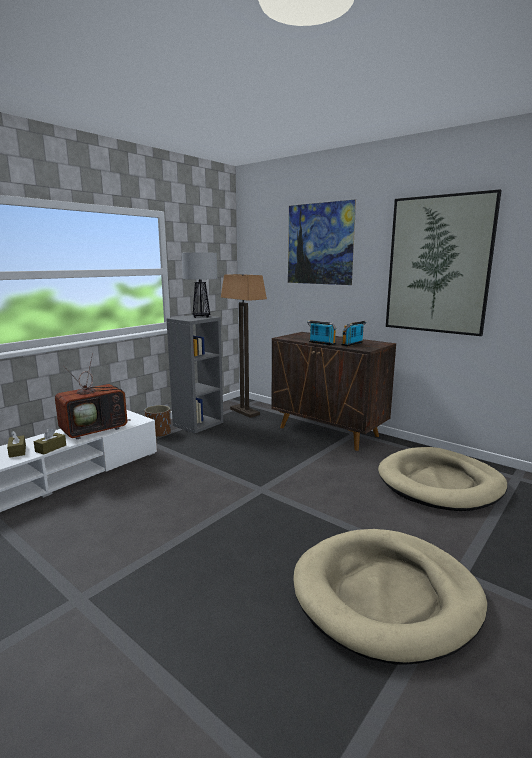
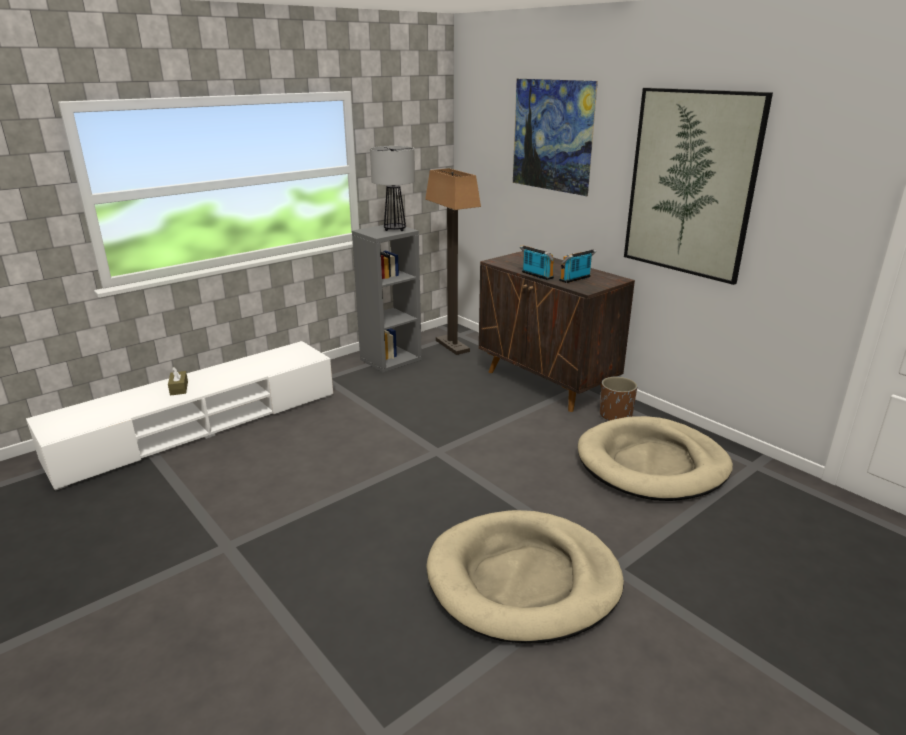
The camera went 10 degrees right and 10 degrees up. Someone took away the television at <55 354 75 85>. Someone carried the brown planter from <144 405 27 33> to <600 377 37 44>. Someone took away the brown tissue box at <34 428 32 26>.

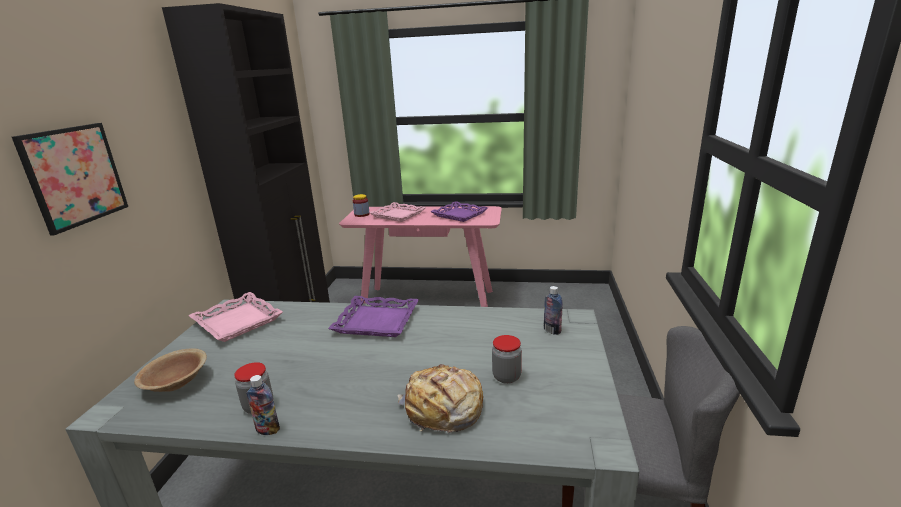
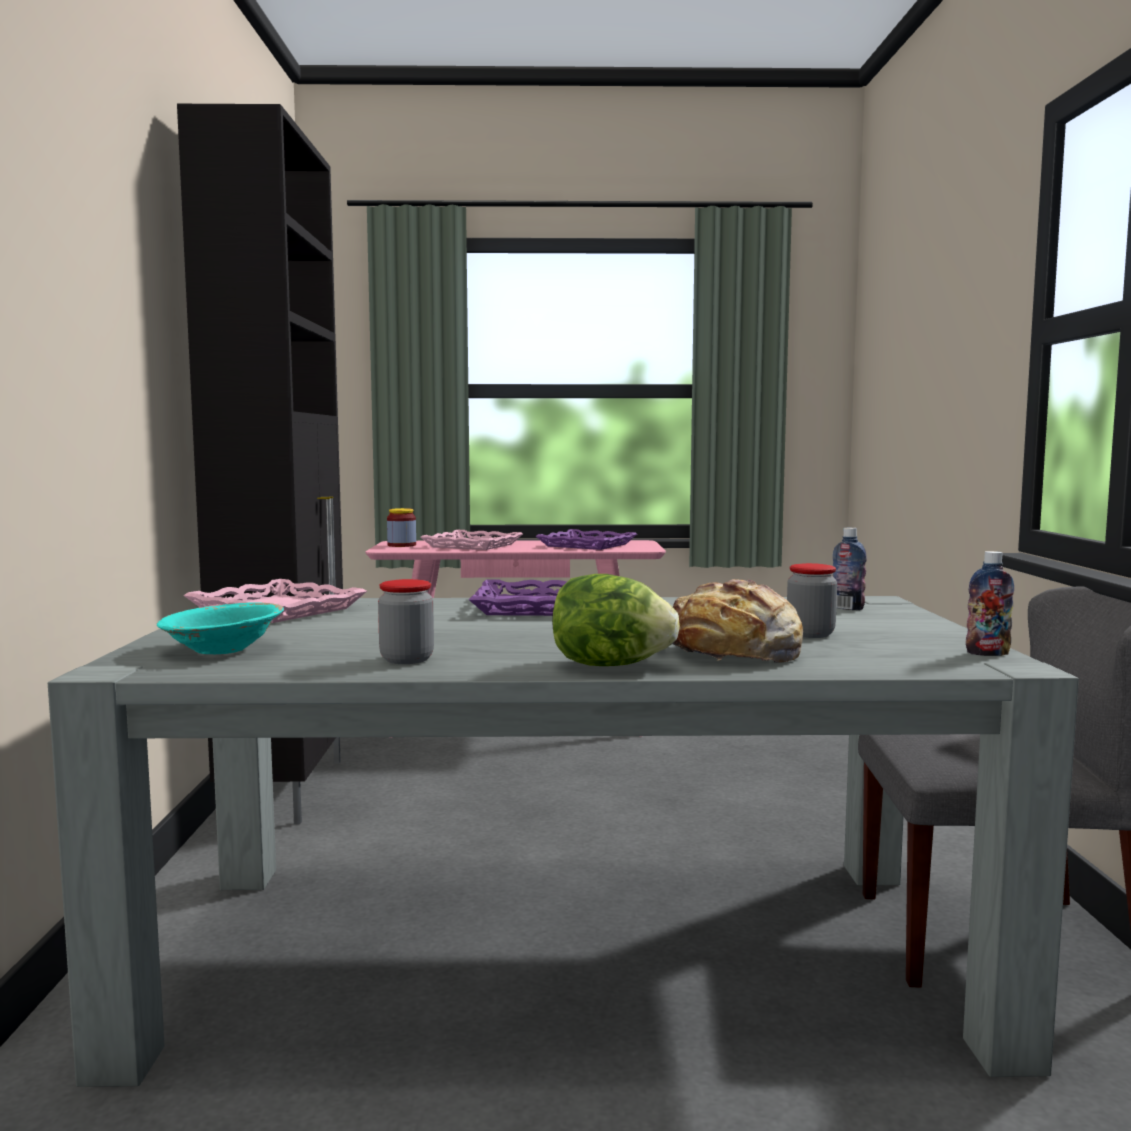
The camera went 10 degrees left and 15 degrees down. Someone took away the picture at <12 123 116 112>. Someone repainted the brown bowl at <134 348 73 44>, which became the turquoise bowl at <157 602 127 52>. Someone carried the bottle from <247 375 33 60> to <966 551 48 105>. Someone put down the lettuce at <552 574 128 92>.

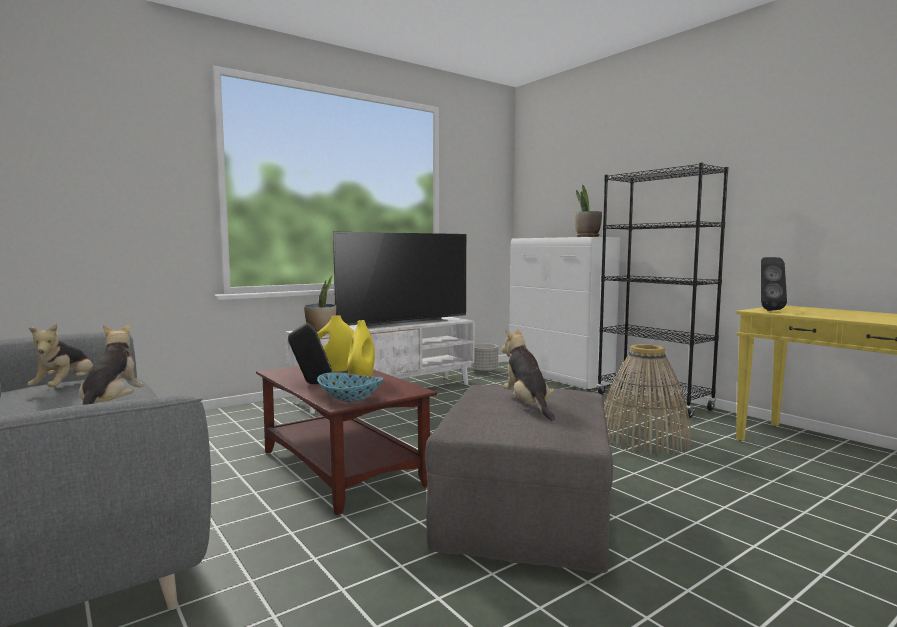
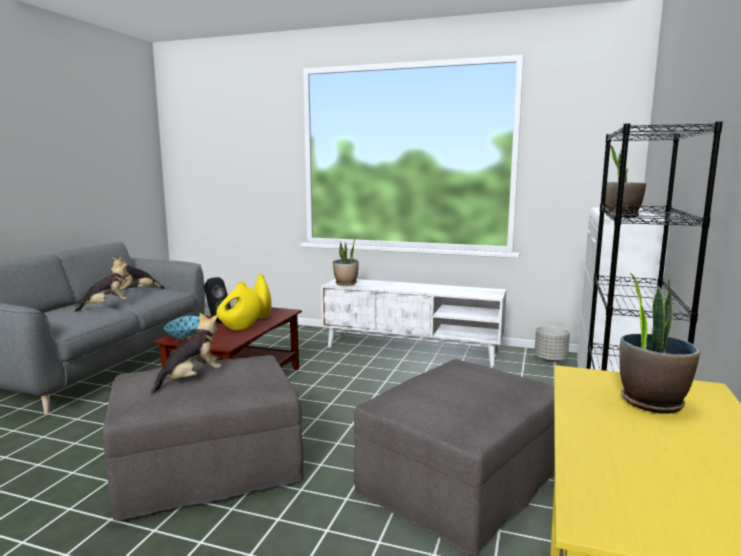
The camera went 55 degrees right and 5 degrees up. Someone took away the television at <333 232 133 97>. Someone took away the black speaker at <761 257 26 54>. Someone swapped the basket at <604 344 88 111> for the grey ottoman at <354 359 201 196>. Someone put down the potted plant at <619 273 81 141>.

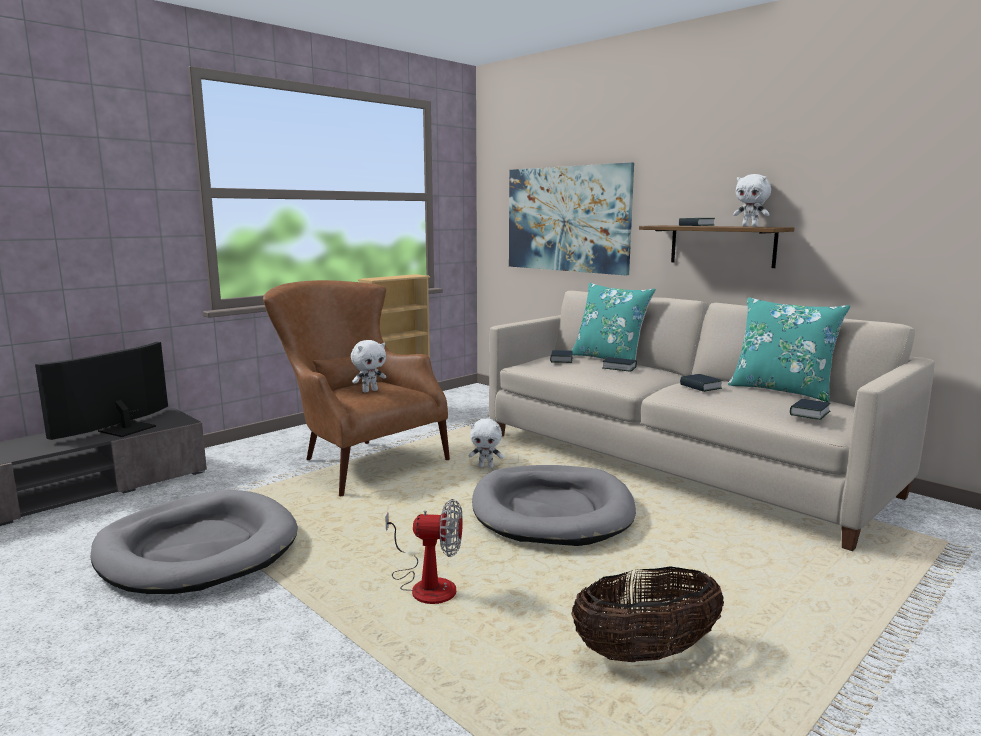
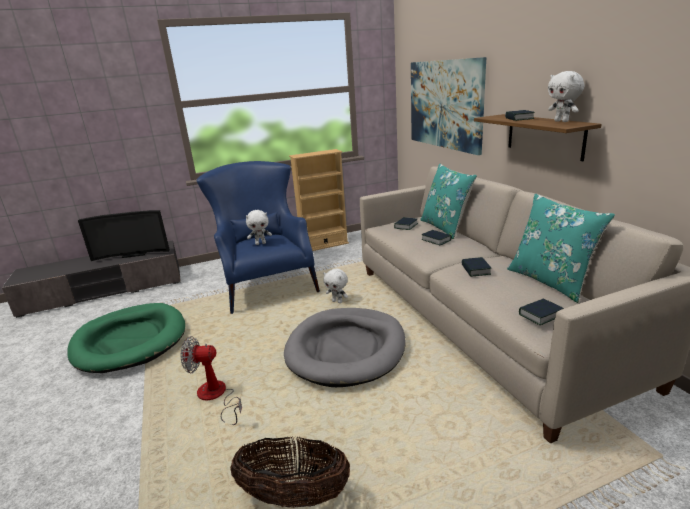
The camera went 25 degrees right and 10 degrees up. Someone repainted the brown armchair at <263 280 187 216>, which became the blue armchair at <197 161 123 153>. Someone rotated the television at <35 342 133 98> by 150 degrees counterclockwise. Someone repainted the grey dog bed at <90 490 208 104>, which became the green dog bed at <67 303 118 70>. Someone rotated the fan at <385 499 78 105> by 150 degrees clockwise.

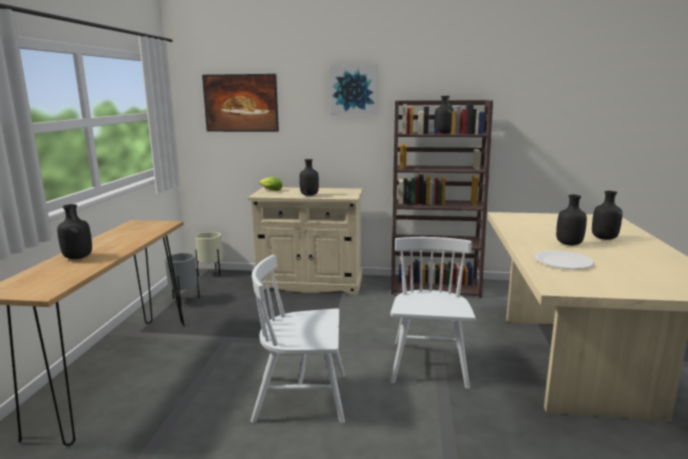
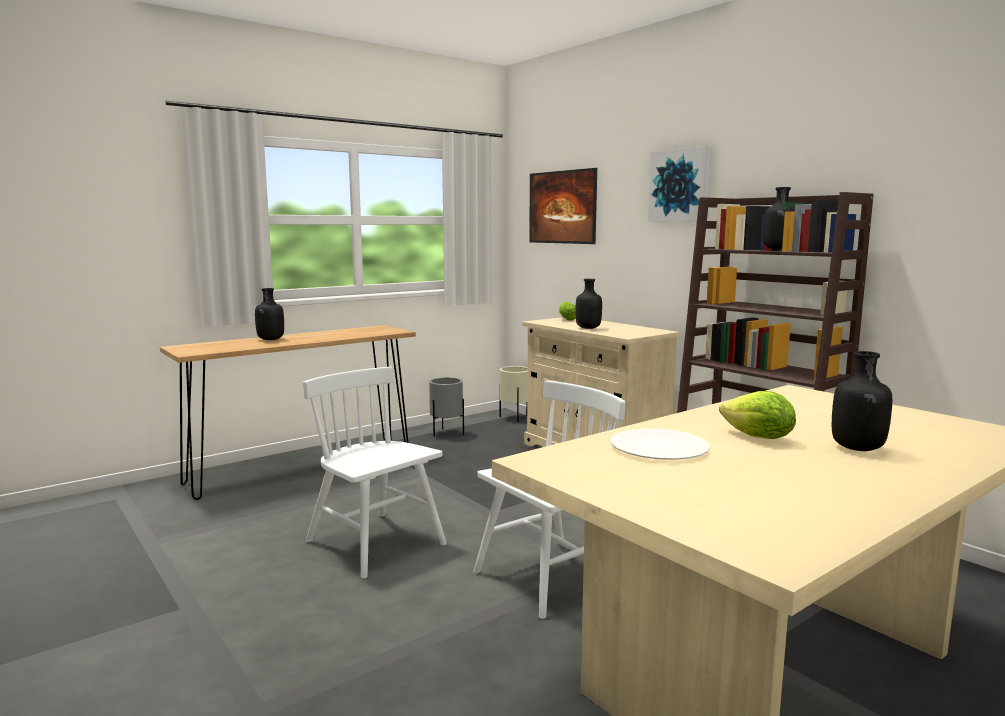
The camera went 45 degrees right and 5 degrees down. Someone swapped the black bottle at <556 195 31 50> for the lettuce at <719 391 77 48>.

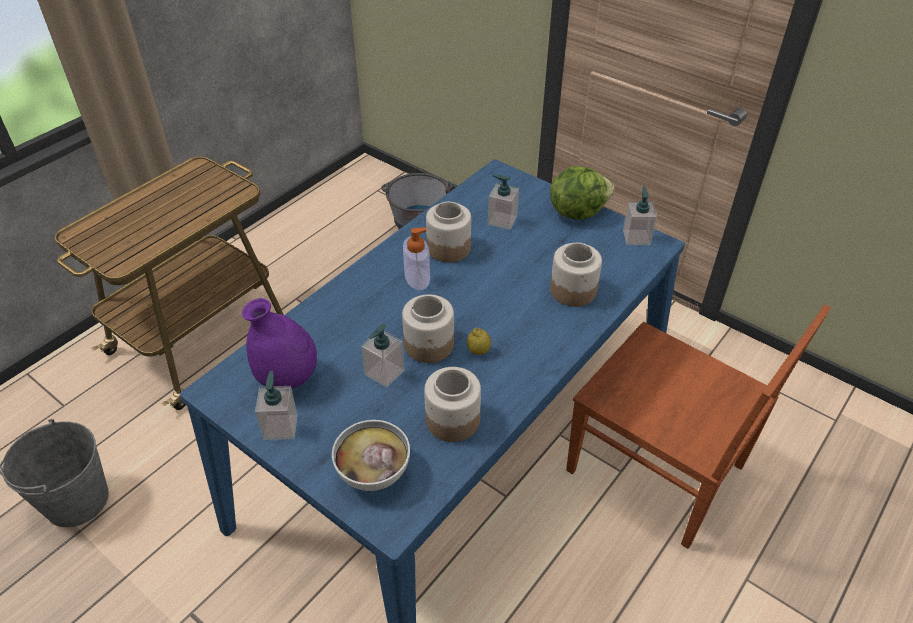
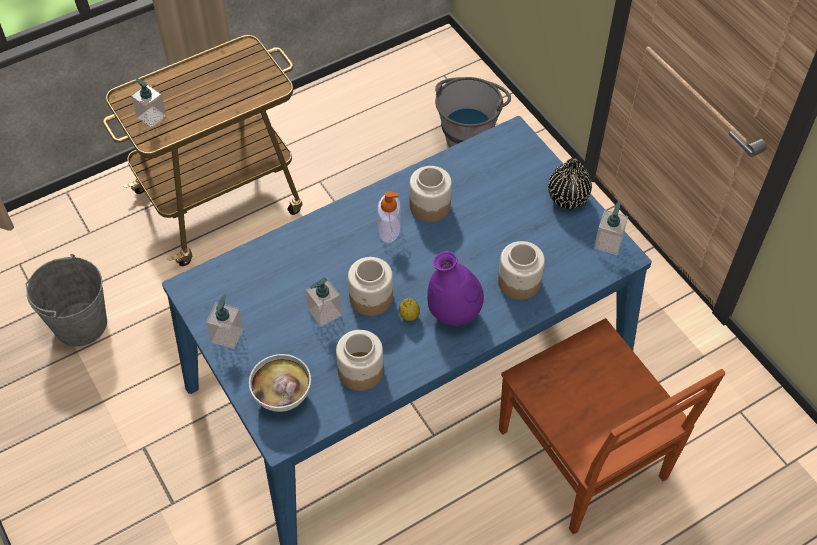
The camera went 20 degrees right and 10 degrees up. Someone swapped the lettuce at <550 166 64 54> for the black vase at <548 158 44 51>. Someone carried the soap dispenser from <488 174 31 56> to <131 78 36 49>. Someone carried the purple vase from <242 298 75 91> to <427 251 57 75>.

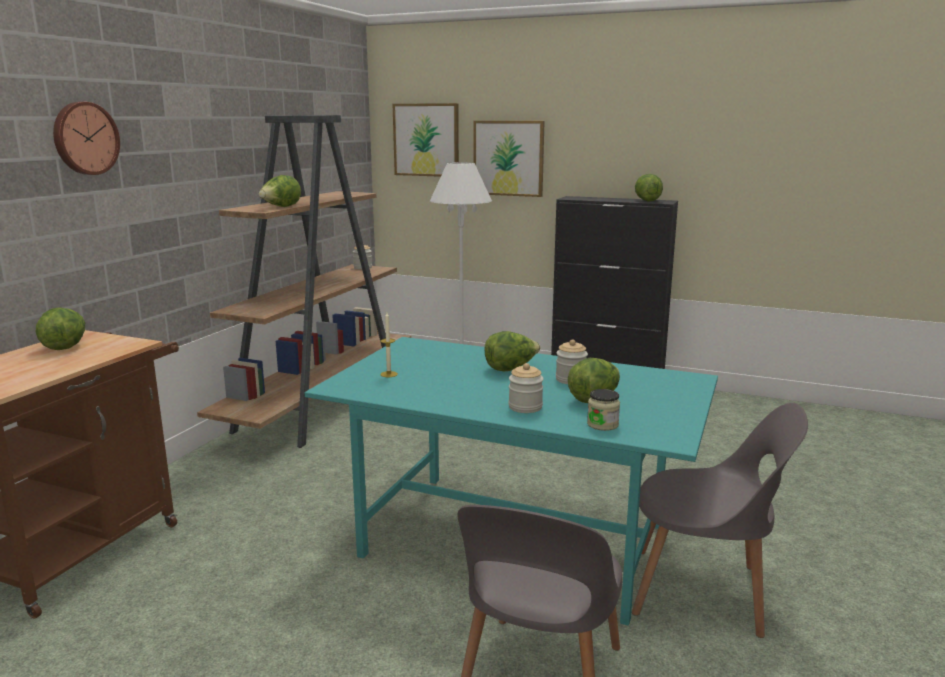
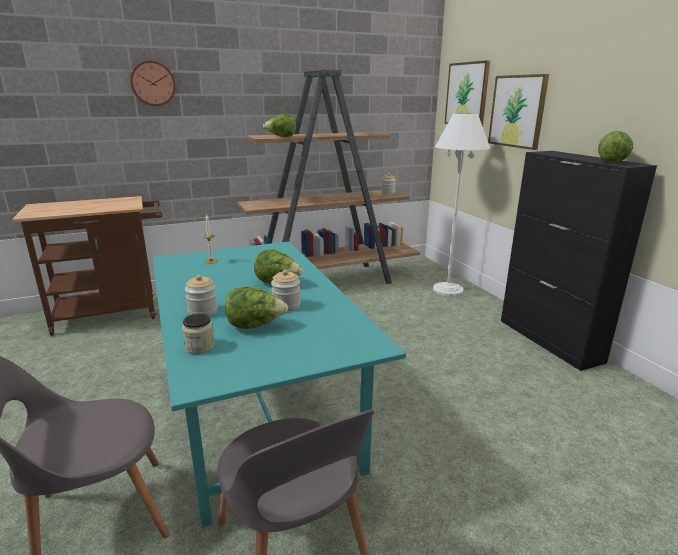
The camera went 45 degrees right and 5 degrees up. Someone took away the lettuce at <36 307 49 43>.

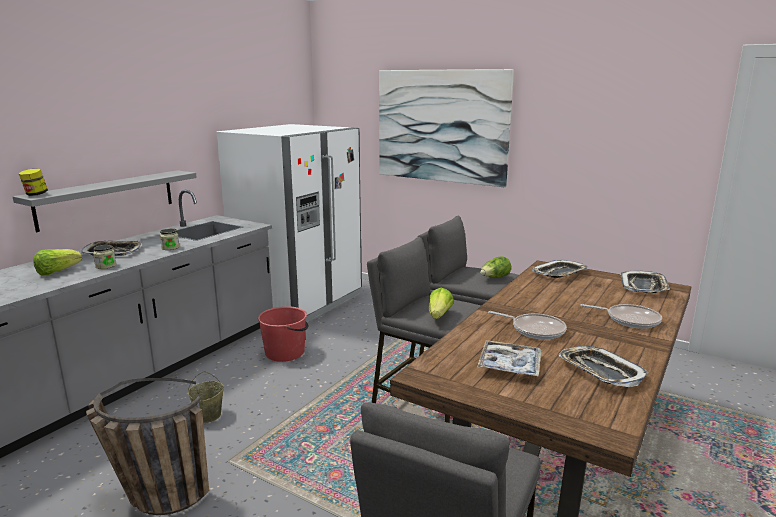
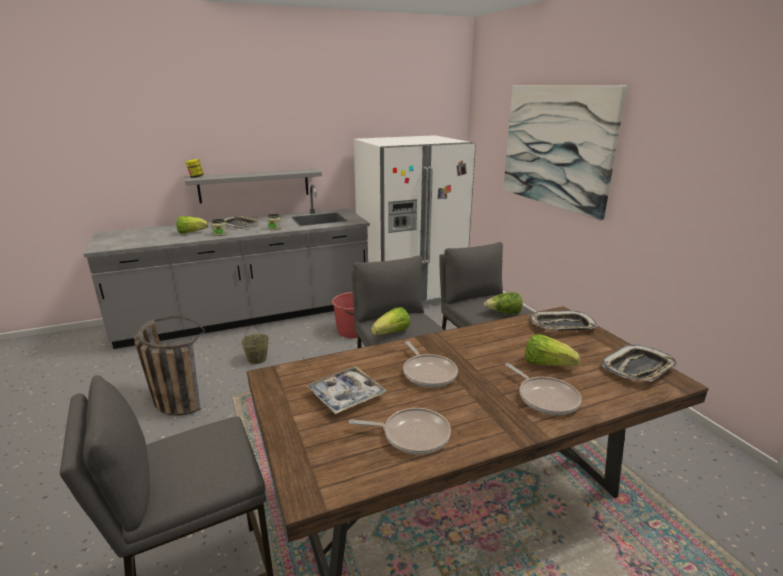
The camera went 35 degrees right and 5 degrees up. Someone swapped the tray at <558 346 90 41> for the frying pan at <349 408 102 47>. Someone put down the lettuce at <525 334 55 32>.

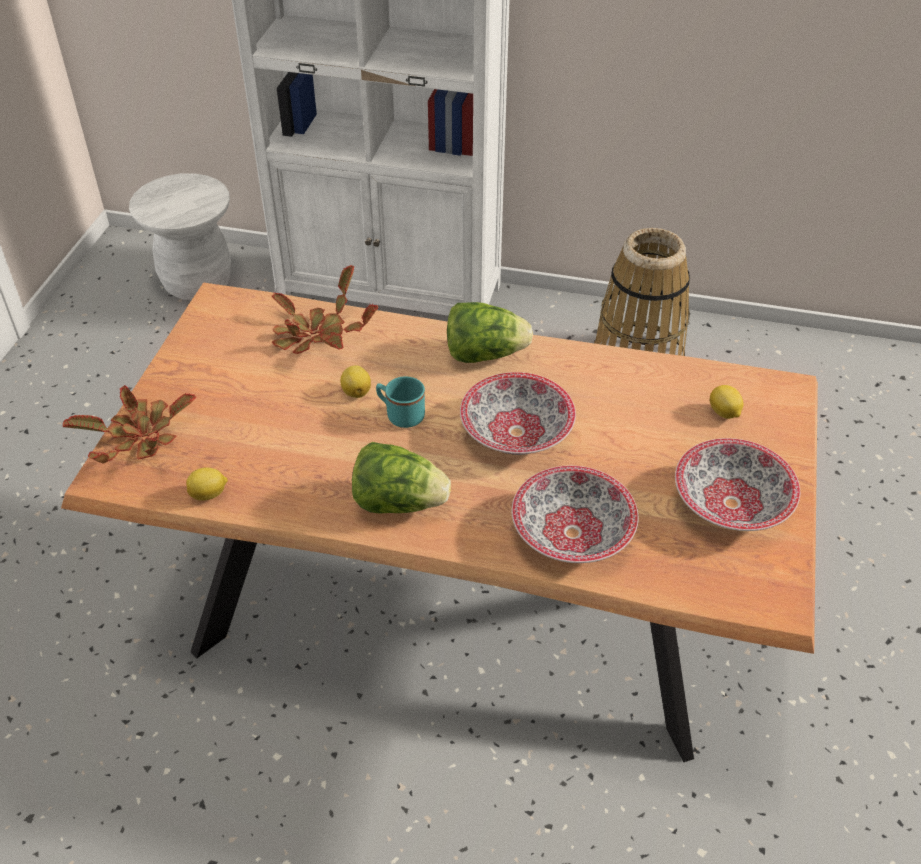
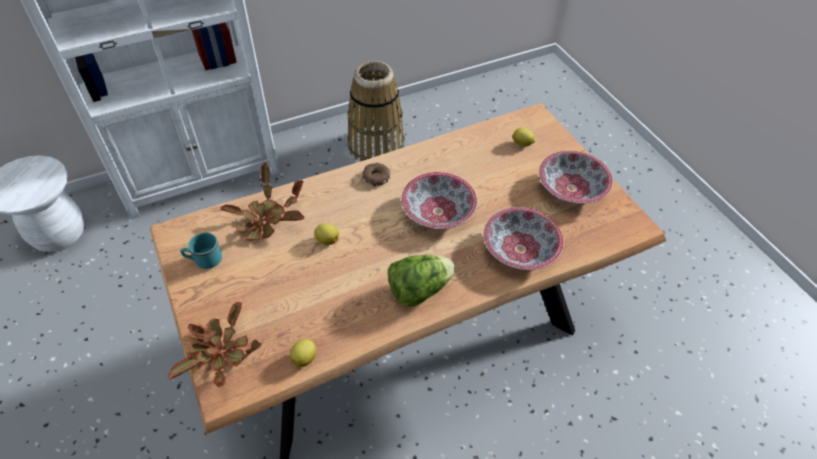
The camera went 40 degrees left and 5 degrees up. Someone swapped the lettuce at <447 302 86 61> for the donut at <362 163 28 23>. Someone carried the turquoise mug from <376 376 49 52> to <180 233 42 36>.

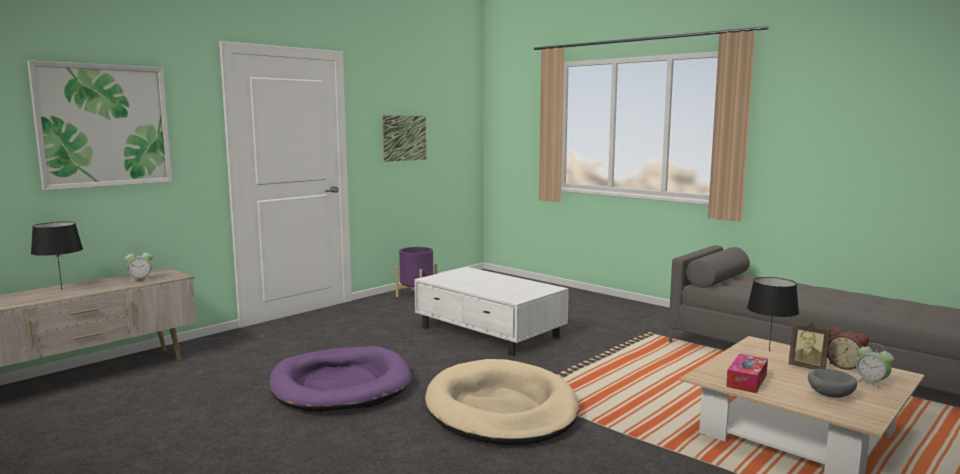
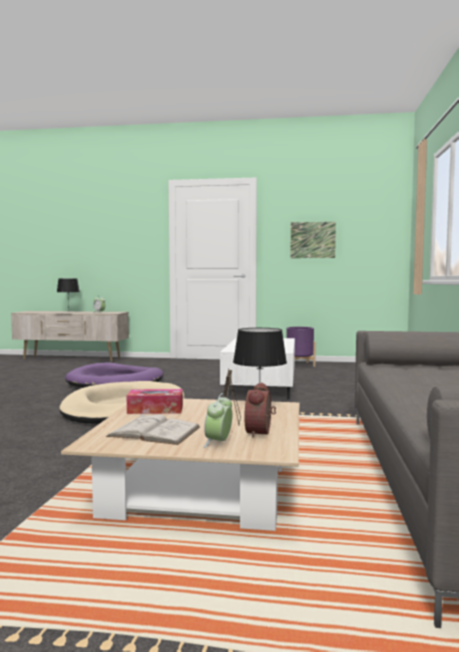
The camera went 55 degrees right and 5 degrees down. Someone took away the picture at <27 60 145 130>. Someone swapped the grey bowl at <808 369 49 29> for the white book at <106 414 94 31>.

